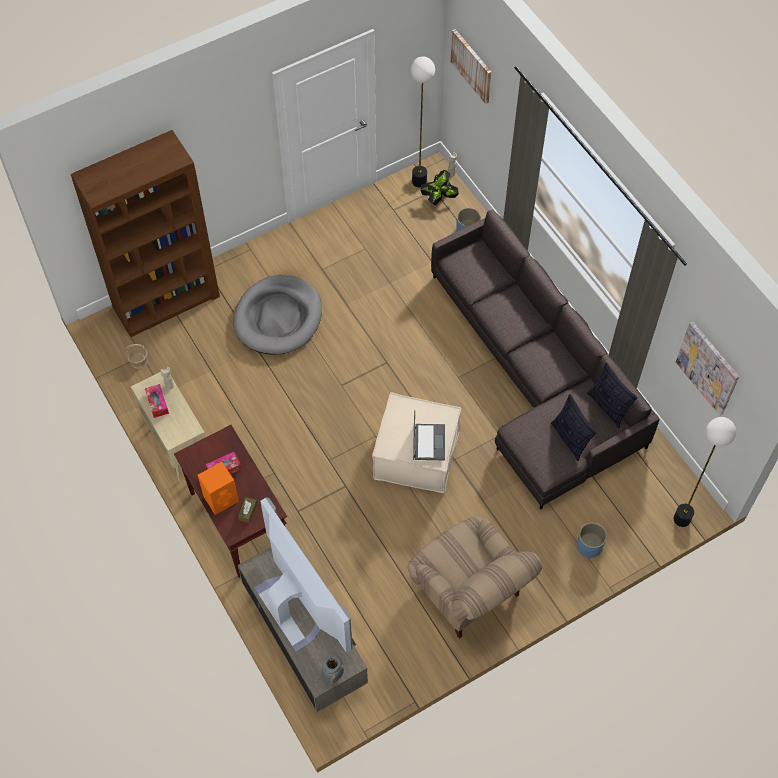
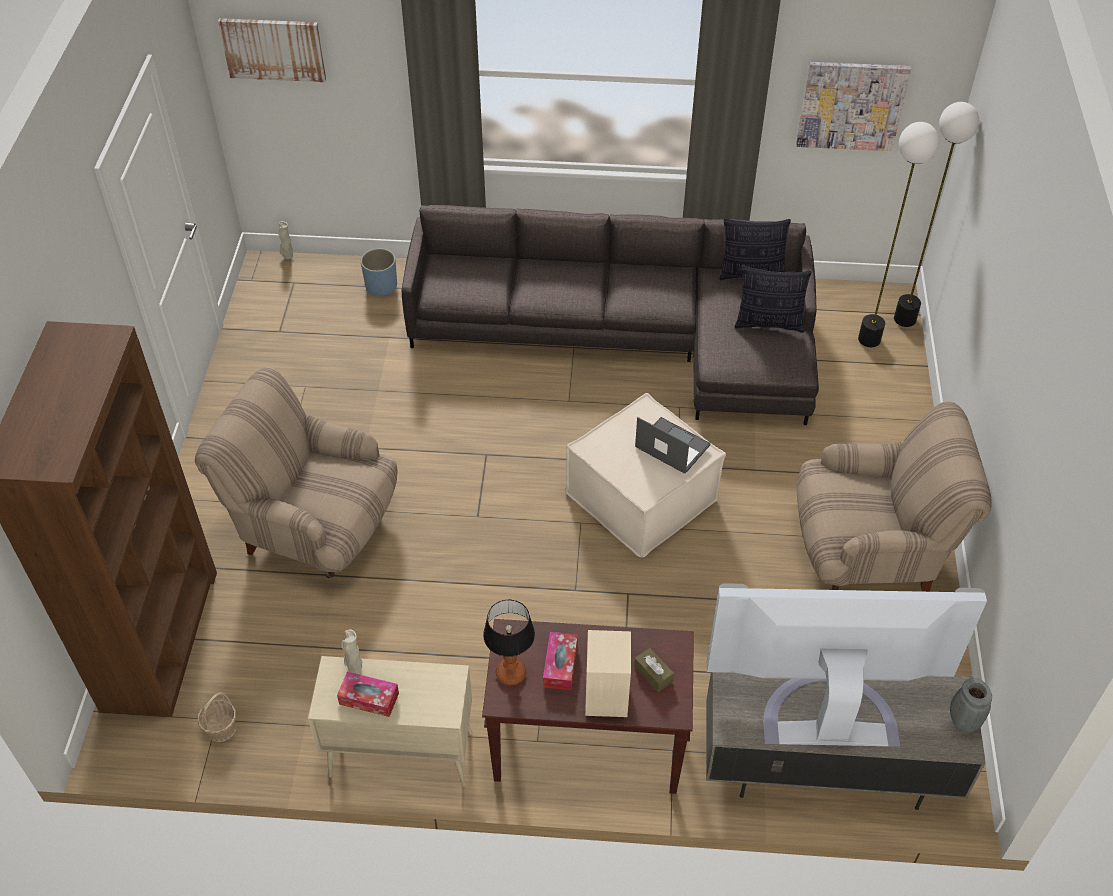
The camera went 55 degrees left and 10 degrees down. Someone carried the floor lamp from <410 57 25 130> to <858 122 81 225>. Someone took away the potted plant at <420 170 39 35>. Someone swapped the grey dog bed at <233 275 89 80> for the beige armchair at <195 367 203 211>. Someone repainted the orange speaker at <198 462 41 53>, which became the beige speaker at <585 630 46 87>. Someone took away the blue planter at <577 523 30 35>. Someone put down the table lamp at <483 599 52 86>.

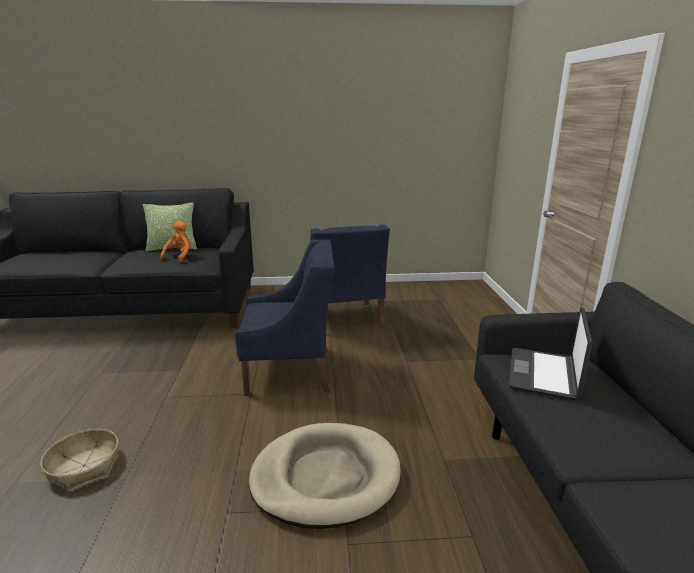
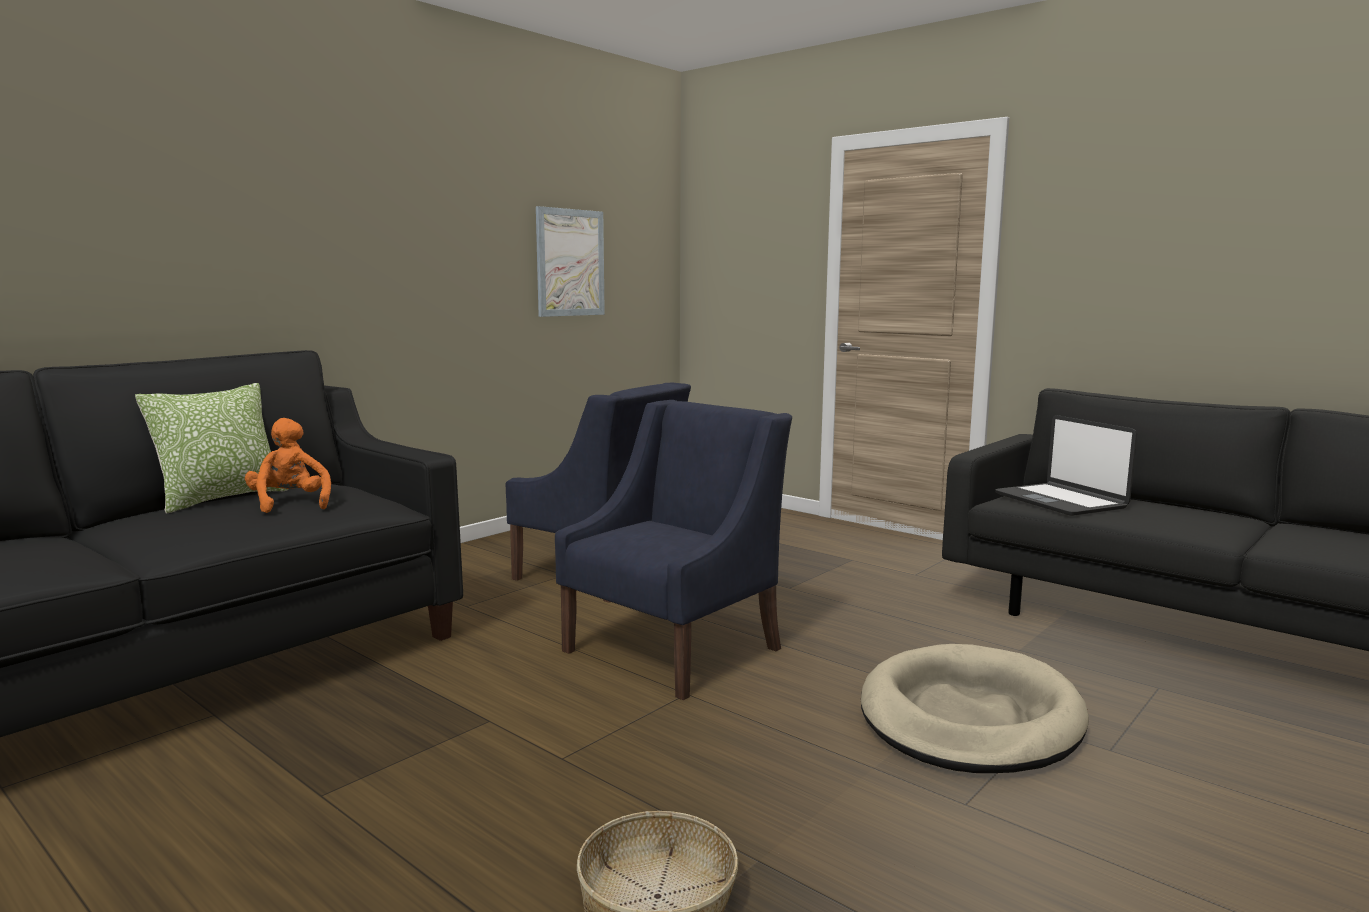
The camera went 45 degrees left and 10 degrees down. Someone put up the picture at <536 206 69 111>.

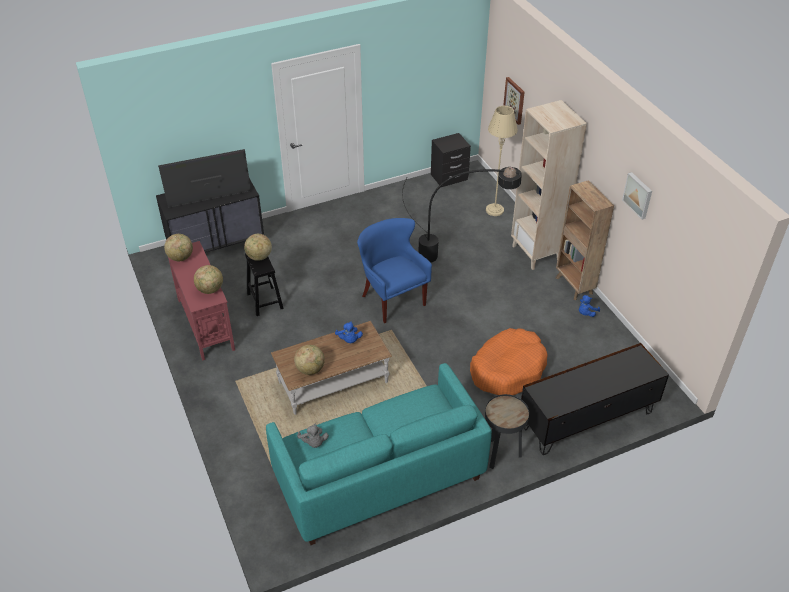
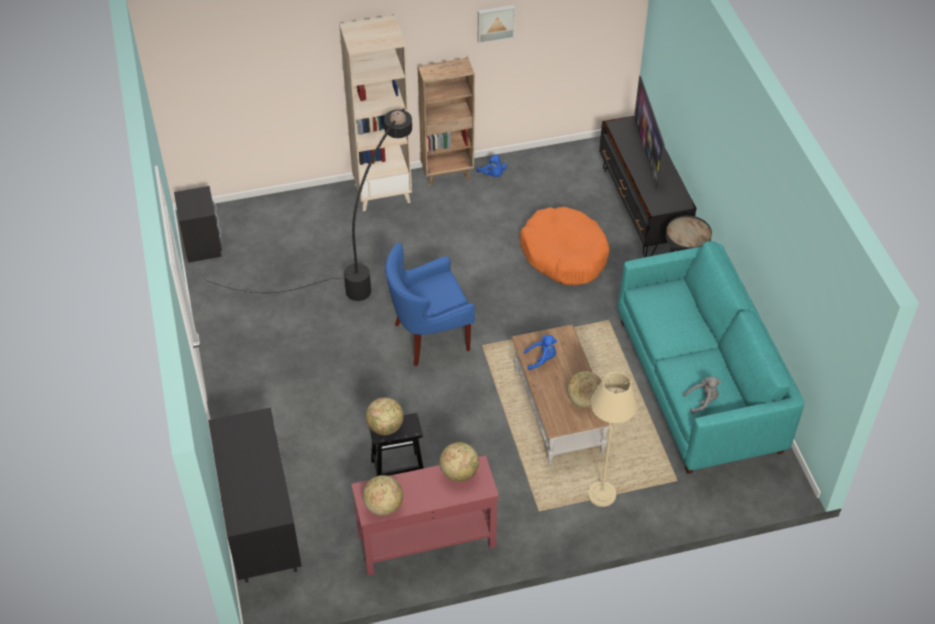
The camera went 80 degrees left and 5 degrees up. Someone took away the picture at <503 77 22 48>. Someone carried the beige floor lamp from <486 106 32 110> to <588 372 49 135>. Someone carried the television from <158 149 93 59> to <634 75 31 117>.

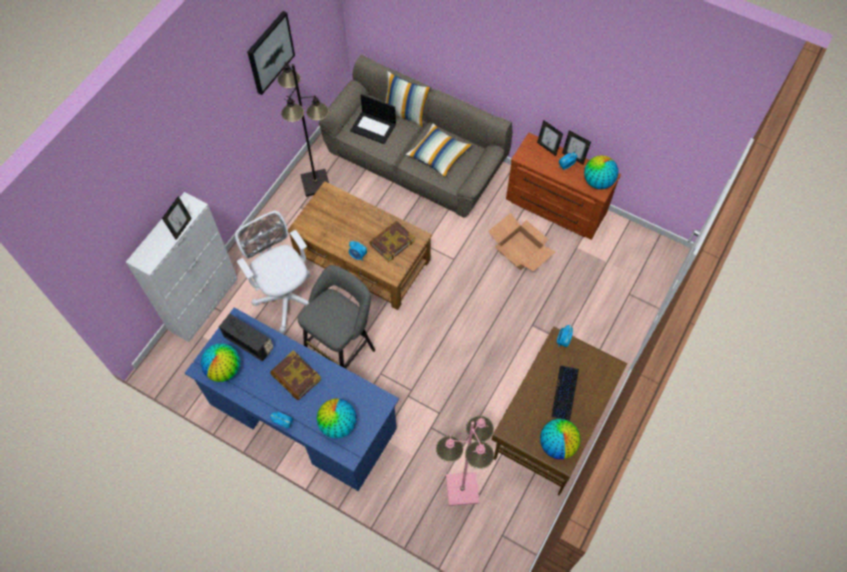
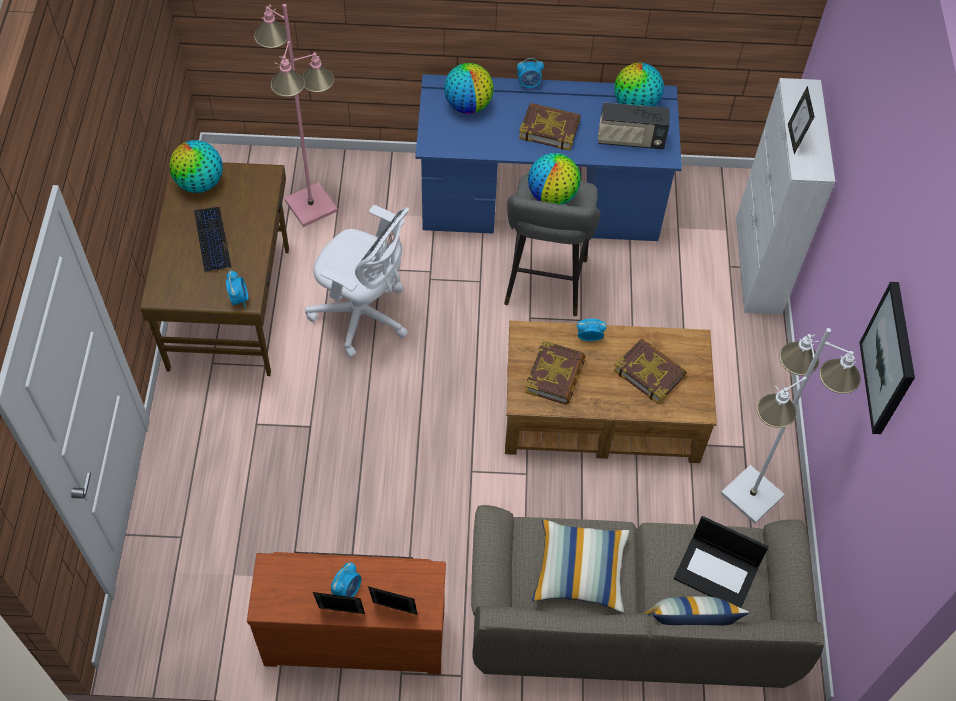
The camera went 150 degrees right and 5 degrees down. Someone repainted the black floor lamp at <278 61 51 136>, which became the white floor lamp at <721 328 140 196>. Someone rotated the laptop at <350 94 46 50> by 150 degrees counterclockwise. Someone carried the globe from <584 155 34 34> to <528 153 53 52>. Someone carried the white office chair from <235 211 75 123> to <305 205 104 153>. Someone took away the cardboard box at <488 213 67 58>. Someone put down the book at <614 338 73 66>.

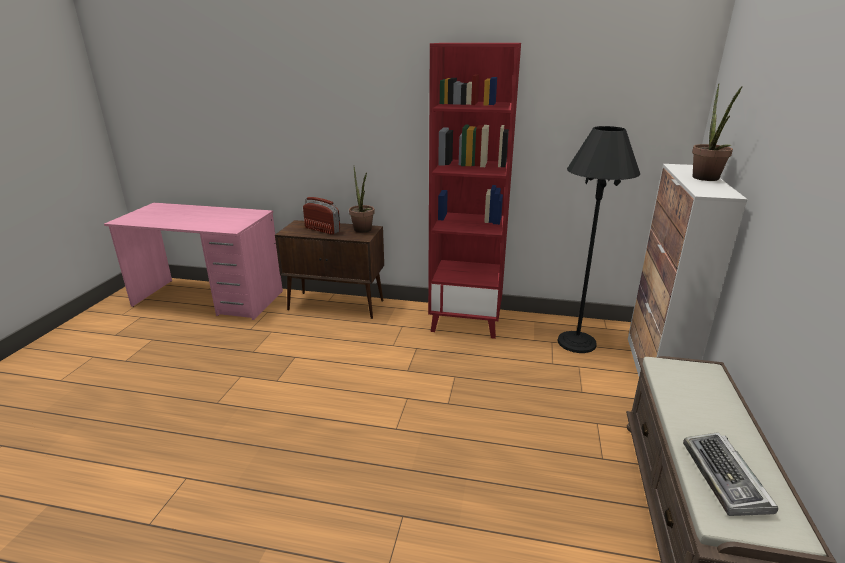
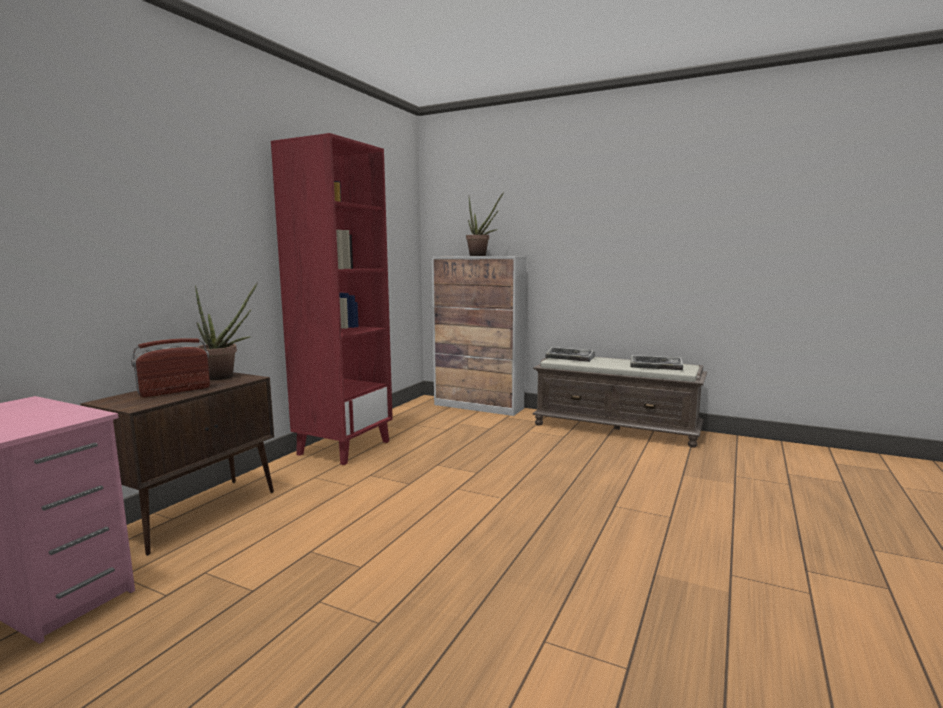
The camera went 75 degrees left and 15 degrees down. Someone took away the black floor lamp at <558 126 82 227>. Someone put down the keyboard at <545 347 50 15>.

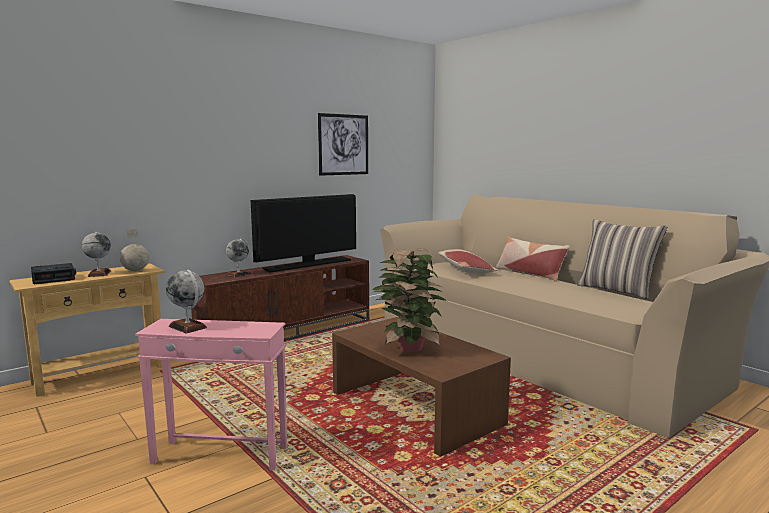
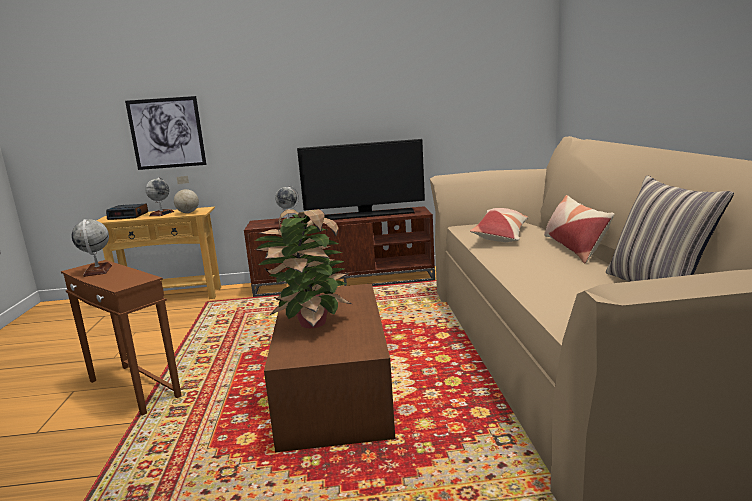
The camera went 35 degrees right and 5 degrees up. Someone carried the picture from <318 113 50 63> to <125 96 82 74>. Someone repainted the pink side table at <135 319 152 151>, which became the brown side table at <61 260 120 156>.

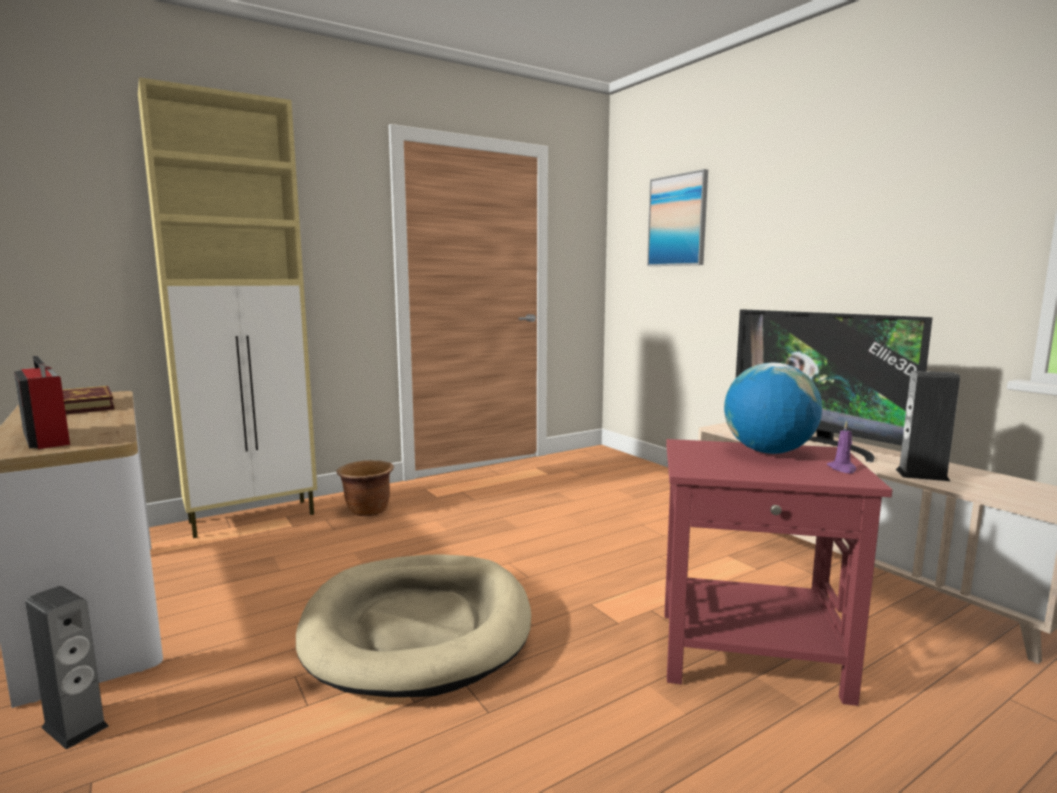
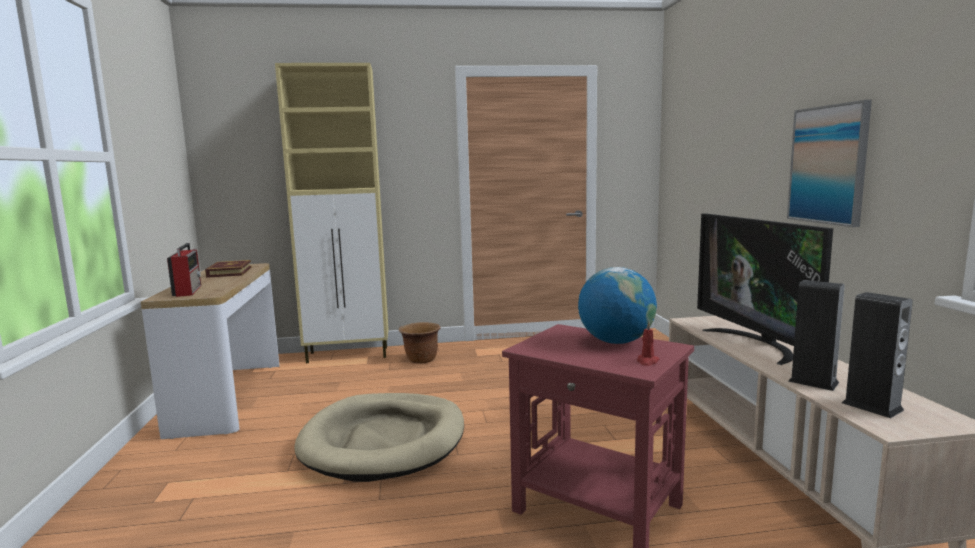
The camera went 25 degrees right and 0 degrees up. Someone carried the picture from <647 169 61 97> to <787 100 85 127>. Someone repainted the purple candle at <827 421 30 52>, which became the red candle at <637 321 22 45>. Someone carried the speaker from <25 586 84 164> to <842 292 71 126>.

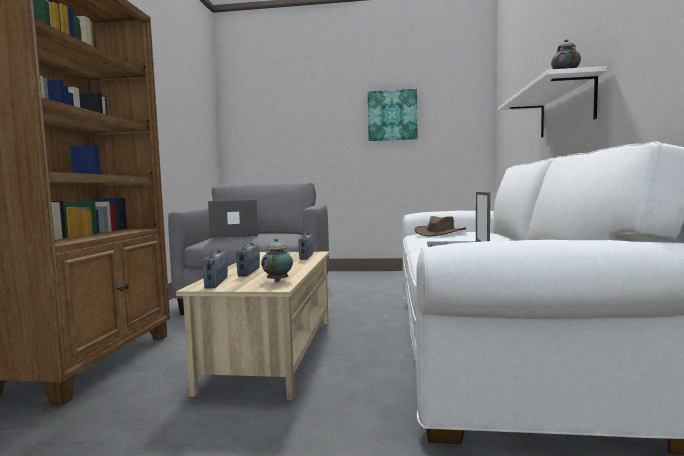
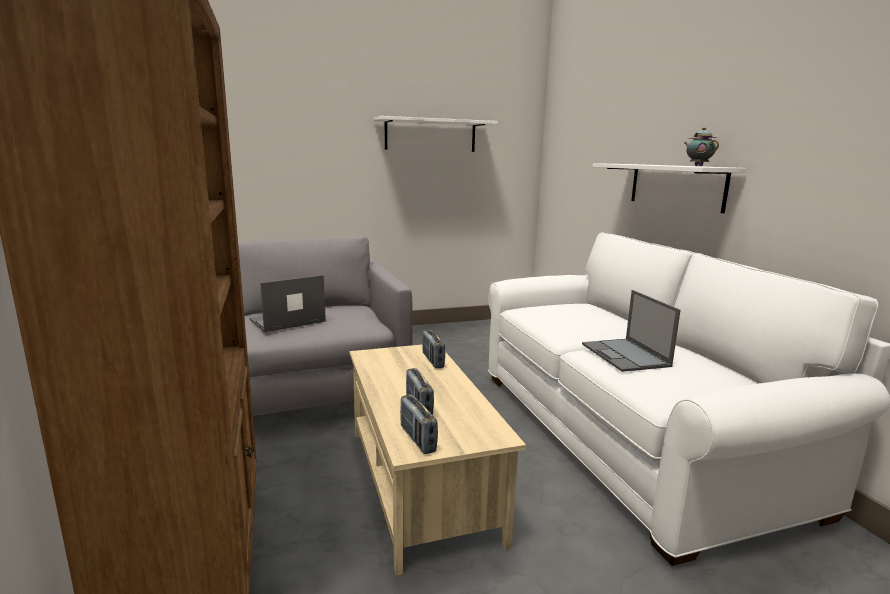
The camera went 25 degrees left and 10 degrees up. Someone swapped the picture at <368 89 49 52> for the white shelf at <373 116 125 36>. Someone took away the brown hat at <415 216 51 20>. Someone took away the teapot at <261 238 32 44>.

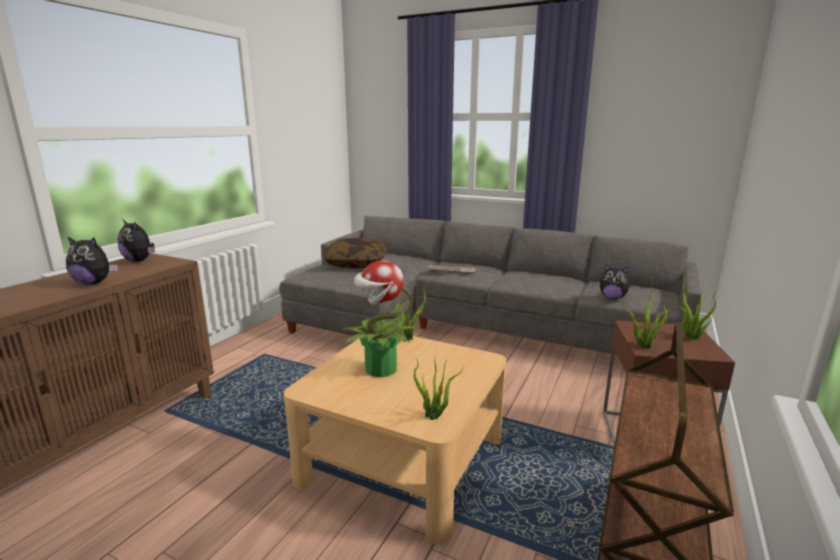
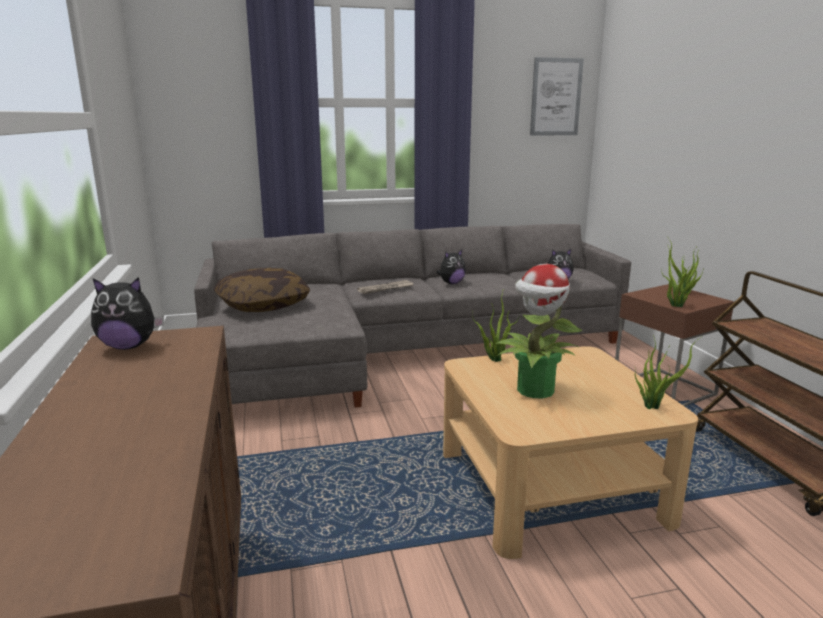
The camera went 40 degrees left and 0 degrees up. Someone carried the plush toy from <66 236 52 49> to <437 250 29 34>. Someone put up the picture at <530 57 54 79>.

